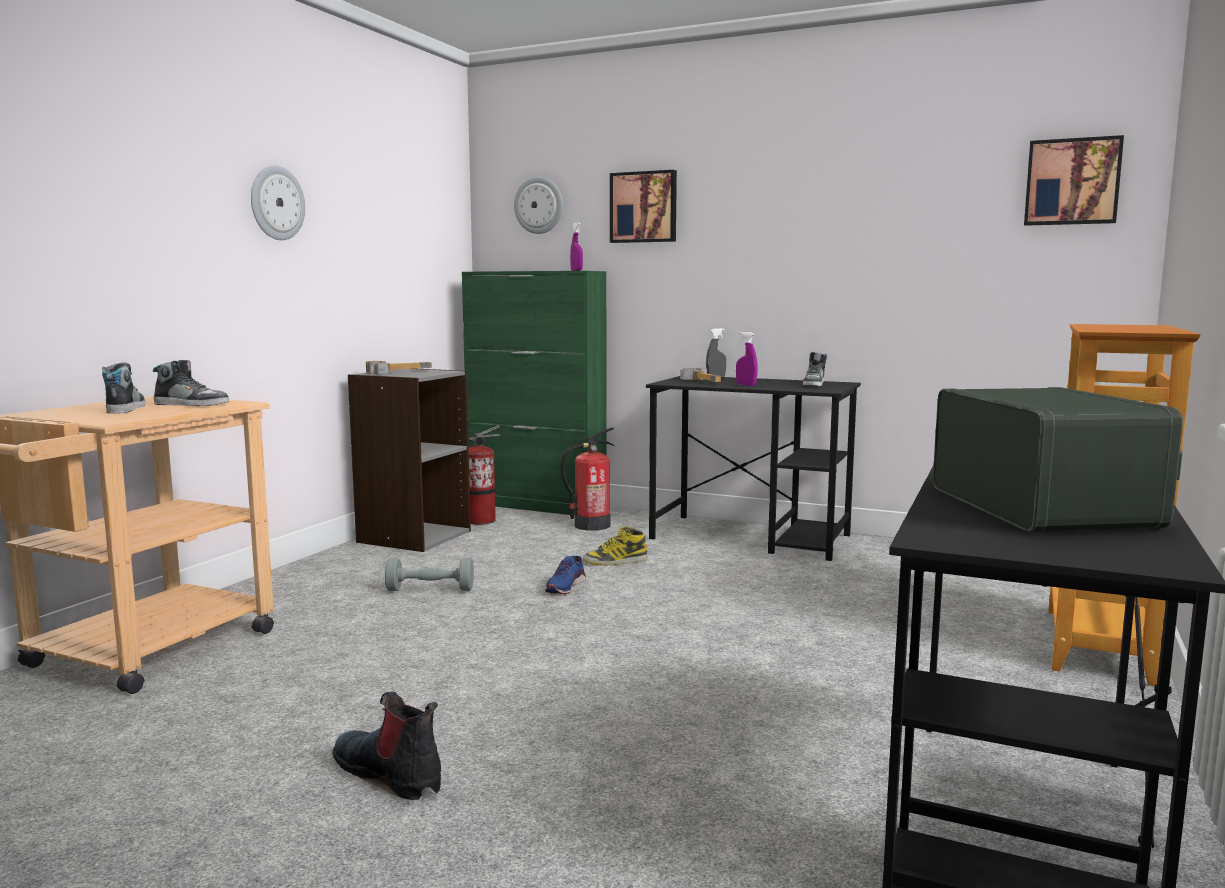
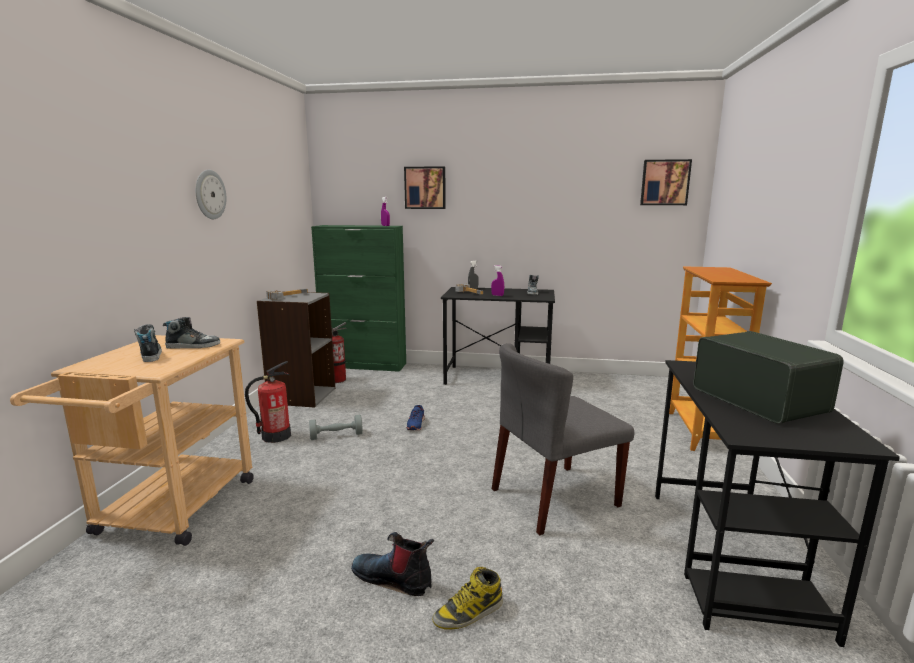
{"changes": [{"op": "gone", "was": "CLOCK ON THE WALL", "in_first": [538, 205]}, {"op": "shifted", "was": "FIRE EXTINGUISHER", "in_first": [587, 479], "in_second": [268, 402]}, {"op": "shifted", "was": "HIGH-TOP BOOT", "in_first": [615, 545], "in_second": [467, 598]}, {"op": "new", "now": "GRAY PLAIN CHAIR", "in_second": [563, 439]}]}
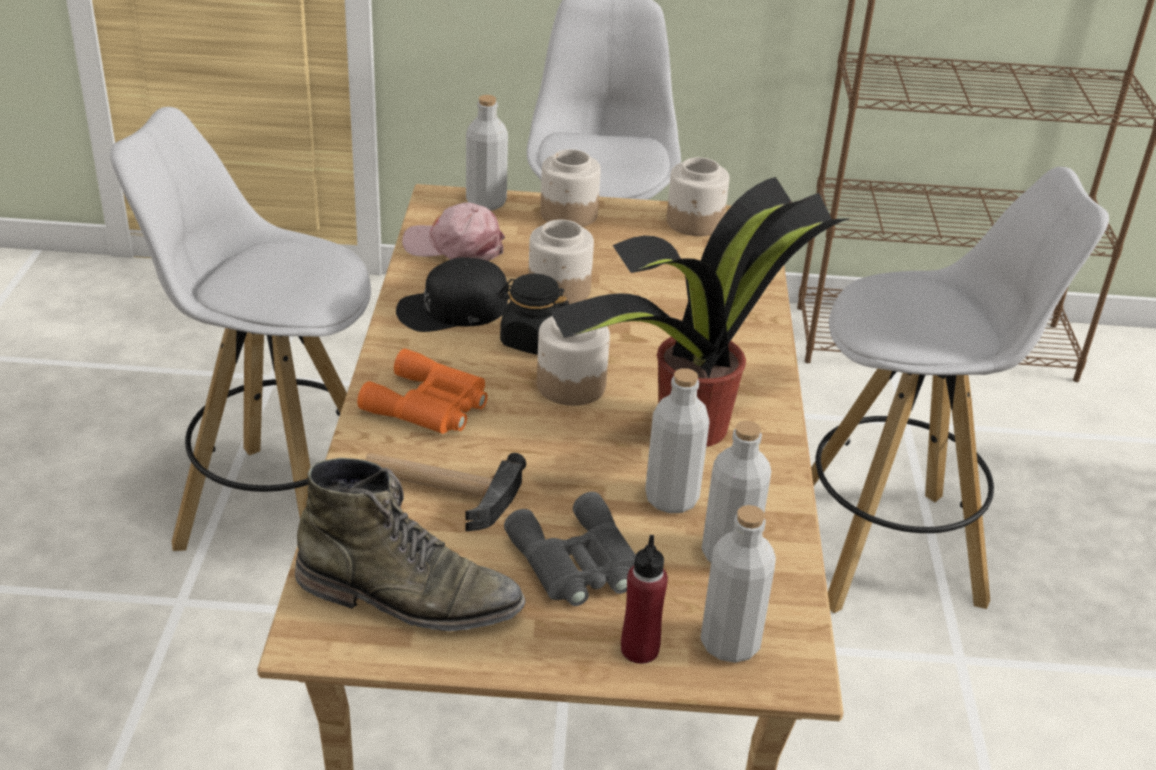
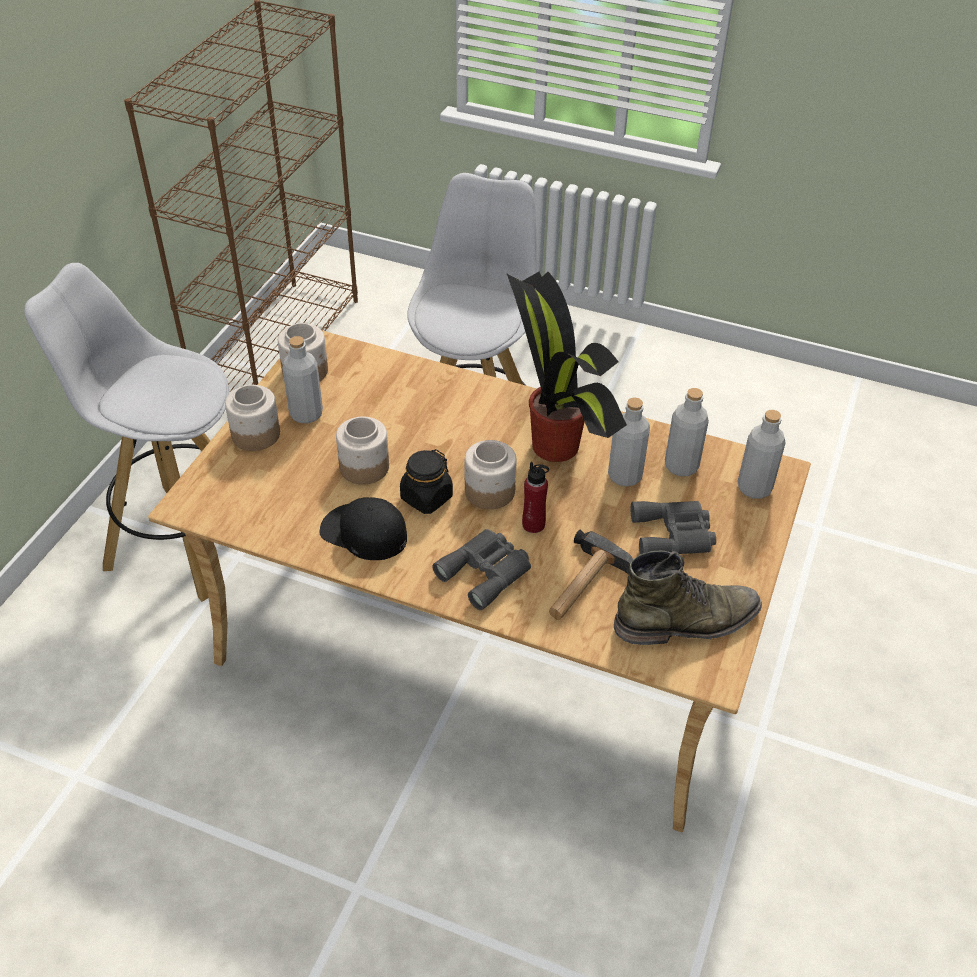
{"changes": [{"op": "gone", "was": "WHITE-COLOURED SITTING STOOL", "in_first": [240, 329]}, {"op": "rotated", "was": "GREENISH HIGH-TOP BOOT", "in_first": [410, 544], "in_second": [688, 598], "clockwise": 45}, {"op": "repainted", "was": "ORANGE-COLOURED FIELD GLASSES", "now": "GRAY FIELD GLASSES", "in_first": [422, 391], "in_second": [481, 569]}, {"op": "rotated", "was": "BLACKISH BASEBALL CAP", "in_first": [452, 294], "in_second": [363, 529], "clockwise": 120}, {"op": "gone", "was": "PINKISH BASEBALL CAP", "in_first": [453, 231]}, {"op": "shifted", "was": "GRAY BEVERAGE BOTTLE", "in_first": [487, 153], "in_second": [302, 379]}, {"op": "shifted", "was": "REDDISH BEVERAGE BOTTLE", "in_first": [644, 599], "in_second": [535, 497]}]}
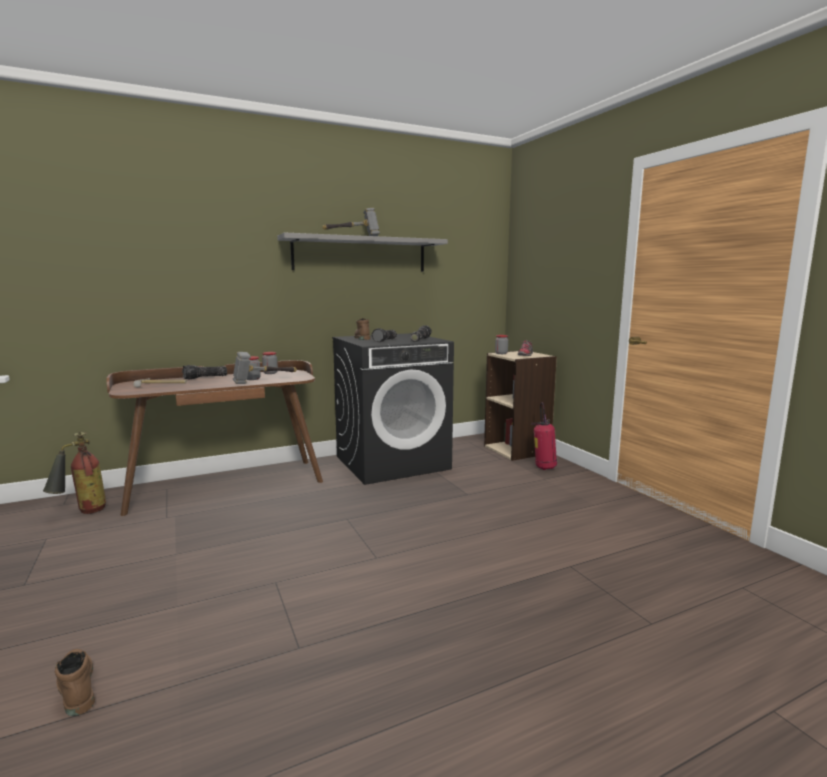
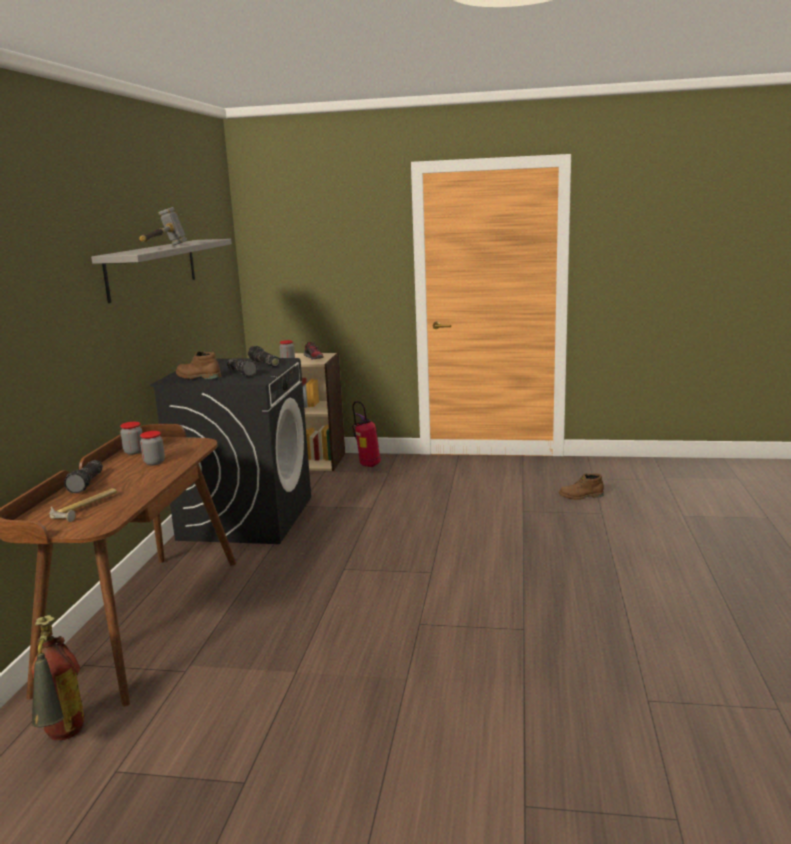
{"changes": [{"op": "shifted", "was": "BROWN HIGH-TOP BOOT", "in_first": [75, 682], "in_second": [581, 486]}, {"op": "gone", "was": "HAND HAMMER", "in_first": [265, 368]}]}
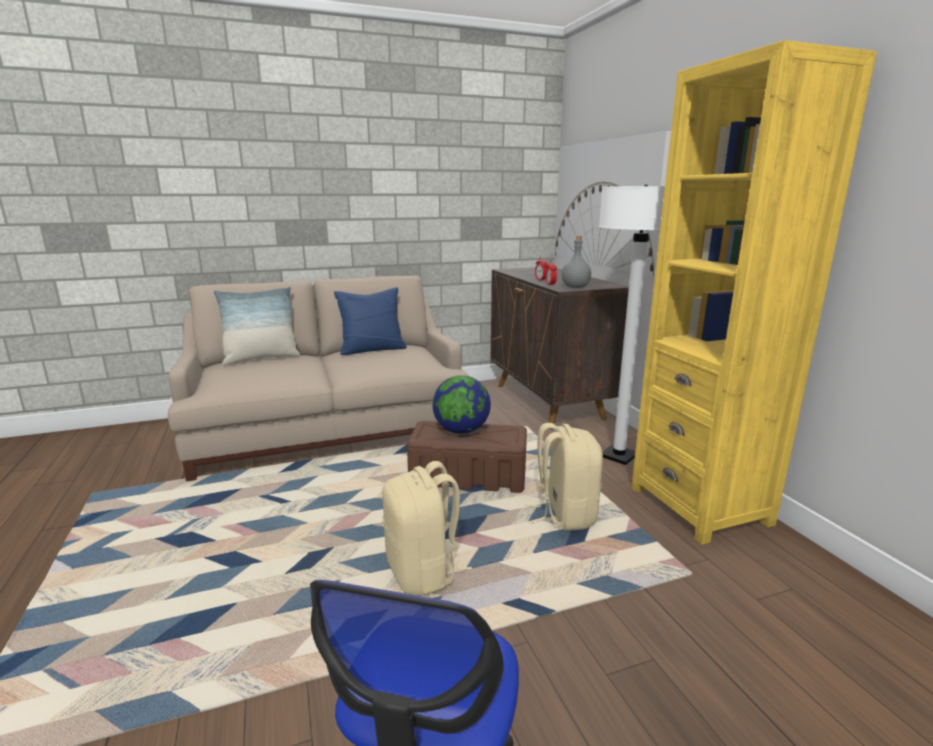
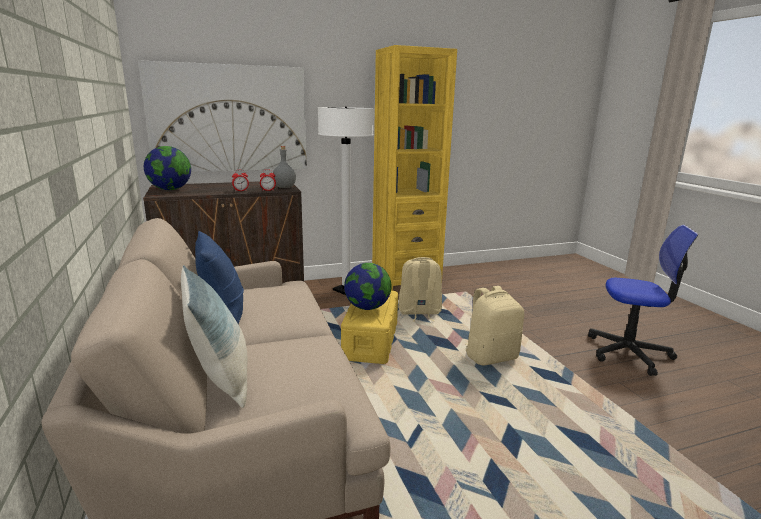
{"changes": [{"op": "repainted", "was": "BROWN STORAGE CONTAINER", "now": "YELLOW-COLOURED STORAGE CONTAINER", "in_first": [467, 457], "in_second": [369, 327]}, {"op": "new", "now": "WORLD GLOBE", "in_second": [167, 168]}]}
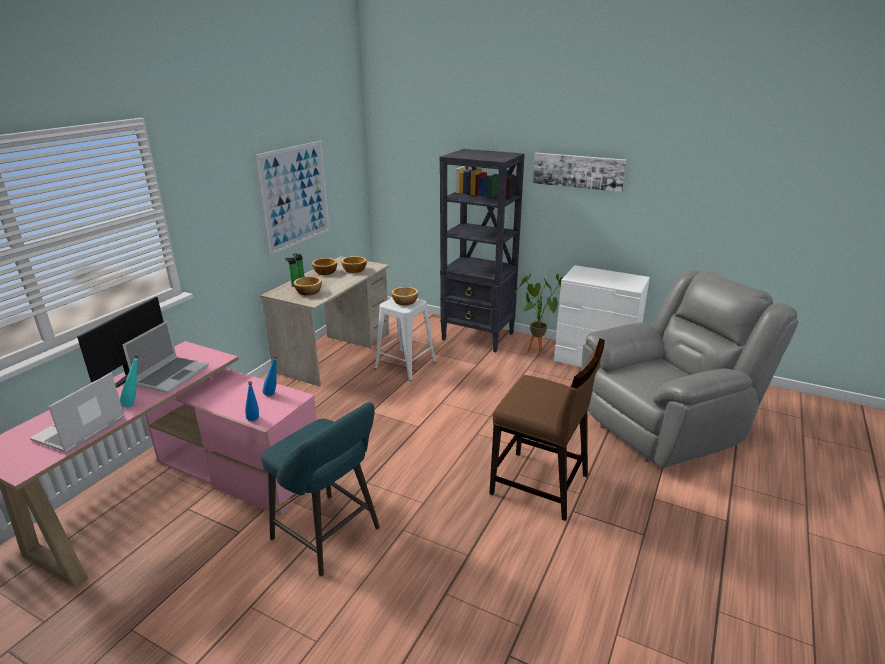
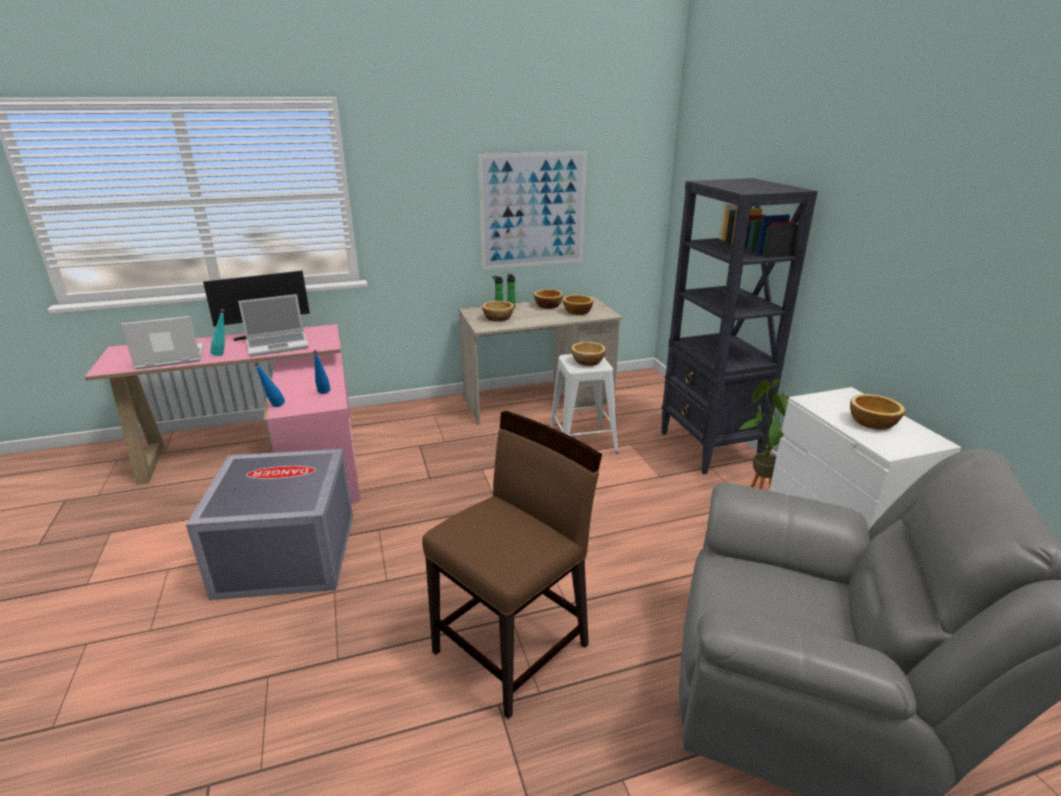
{"changes": [{"op": "swapped", "was": "BLUE-GREEN SITTING STOOL", "now": "GRAY STORAGE CONTAINER", "in_first": [320, 489], "in_second": [269, 524]}, {"op": "rotated", "was": "BROWN PLAIN CHAIR", "in_first": [547, 429], "in_second": [512, 565], "clockwise": -120}, {"op": "gone", "was": "PICTURE", "in_first": [580, 172]}, {"op": "new", "now": "DEEP DISH", "in_second": [877, 412]}]}
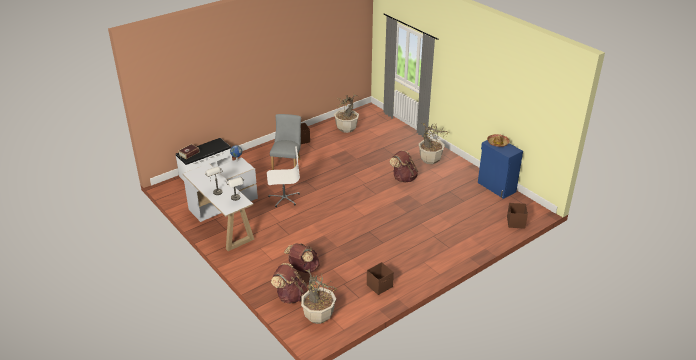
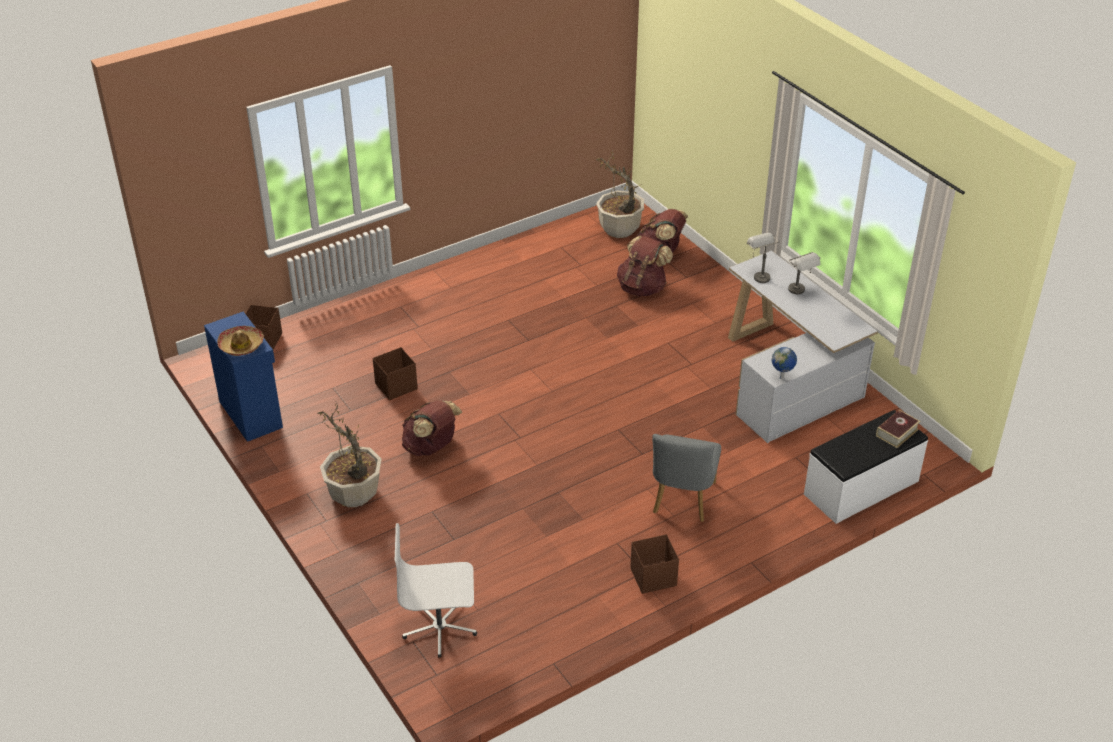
{"changes": [{"op": "shifted", "was": "WHITE-COLOURED DESK CHAIR", "in_first": [283, 176], "in_second": [436, 590]}, {"op": "gone", "was": "HOUSEPLANT", "in_first": [346, 112]}, {"op": "shifted", "was": "BROWN STORAGE CONTAINER", "in_first": [380, 278], "in_second": [395, 373]}]}
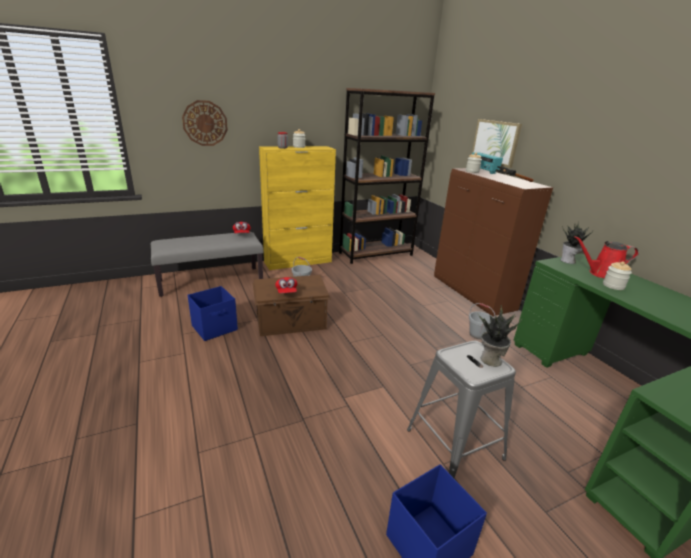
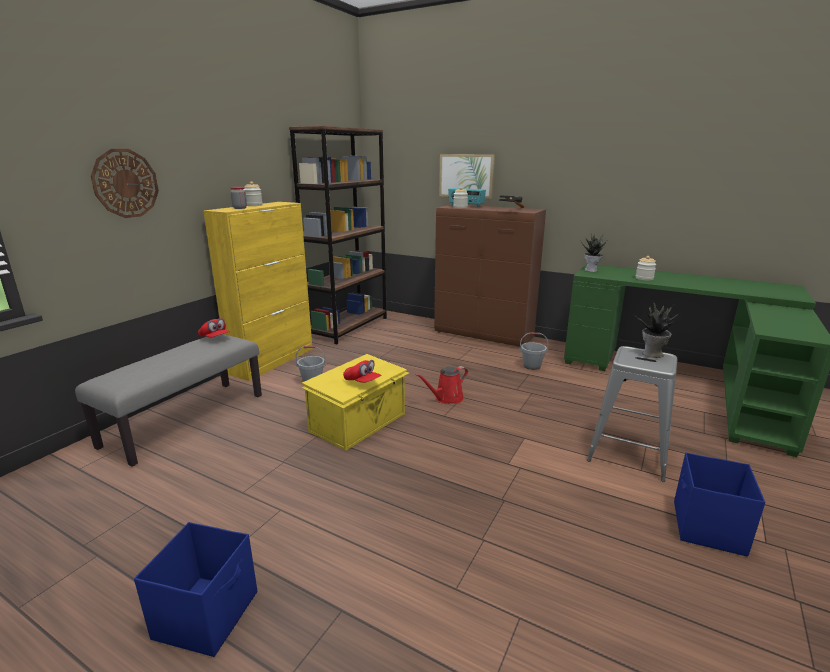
{"changes": [{"op": "shifted", "was": "BLUE STORAGE CONTAINER", "in_first": [213, 313], "in_second": [195, 589]}, {"op": "repainted", "was": "BROWN STORAGE CONTAINER", "now": "YELLOW-COLOURED STORAGE CONTAINER", "in_first": [292, 305], "in_second": [355, 402]}, {"op": "shifted", "was": "REDDISH SPRINKLING CAN", "in_first": [607, 257], "in_second": [441, 385]}]}
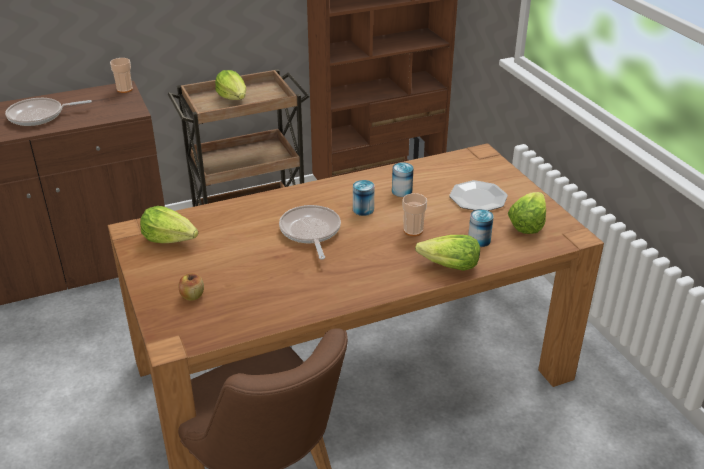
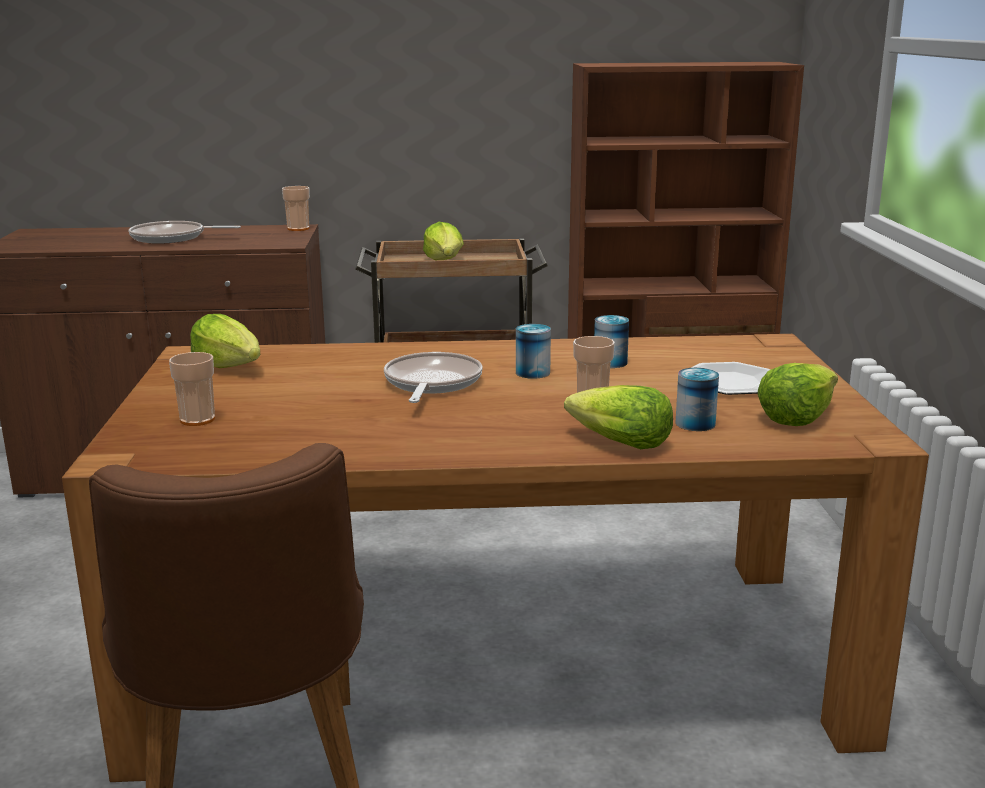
{"changes": [{"op": "swapped", "was": "APPLE FRUIT", "now": "SMALL CUP", "in_first": [191, 287], "in_second": [192, 389]}]}
